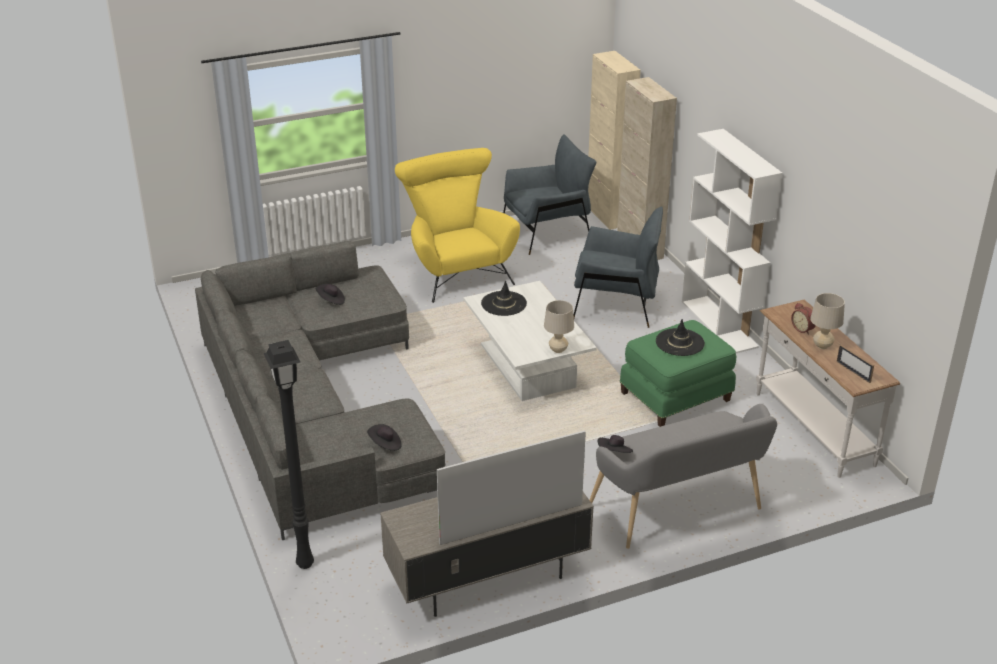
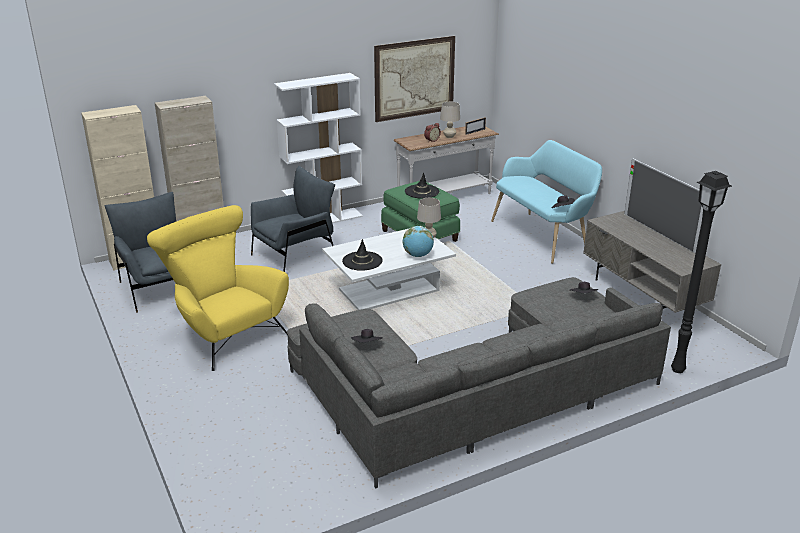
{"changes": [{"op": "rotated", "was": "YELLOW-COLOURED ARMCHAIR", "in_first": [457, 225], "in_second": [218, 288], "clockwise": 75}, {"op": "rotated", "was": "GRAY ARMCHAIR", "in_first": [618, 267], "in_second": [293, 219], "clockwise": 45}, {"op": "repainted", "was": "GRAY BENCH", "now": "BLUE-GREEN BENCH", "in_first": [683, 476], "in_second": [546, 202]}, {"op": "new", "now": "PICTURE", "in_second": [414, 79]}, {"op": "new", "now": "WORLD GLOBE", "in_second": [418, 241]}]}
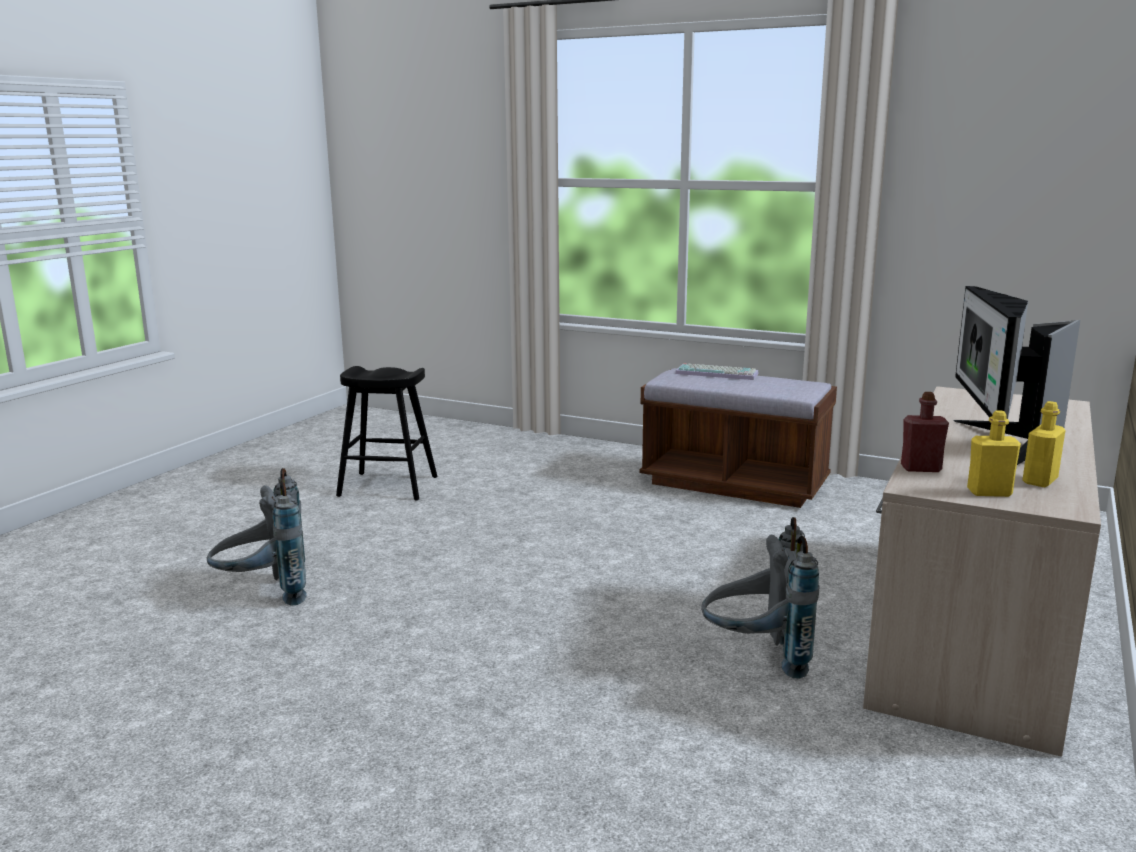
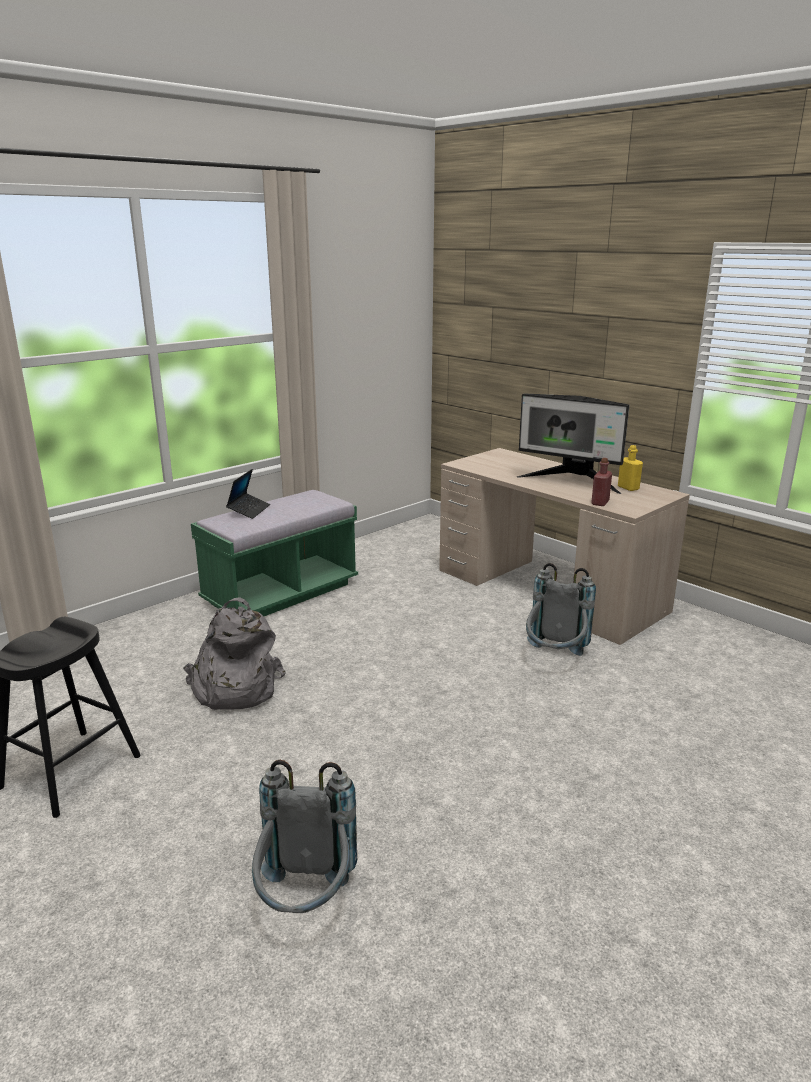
{"changes": [{"op": "repainted", "was": "BROWN BENCH", "now": "GREENISH BENCH", "in_first": [738, 438], "in_second": [274, 553]}, {"op": "swapped", "was": "KEYBOARD", "now": "NOTEBOOK COMPUTER", "in_first": [717, 371], "in_second": [248, 494]}, {"op": "gone", "was": "YELLOW-COLOURED BEVERAGE BOTTLE", "in_first": [994, 453]}, {"op": "new", "now": "GRAY RUCKSACK", "in_second": [234, 653]}]}
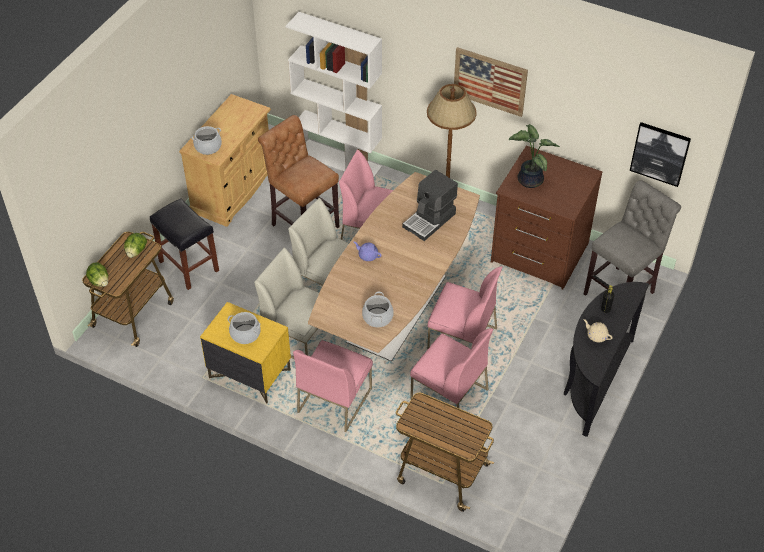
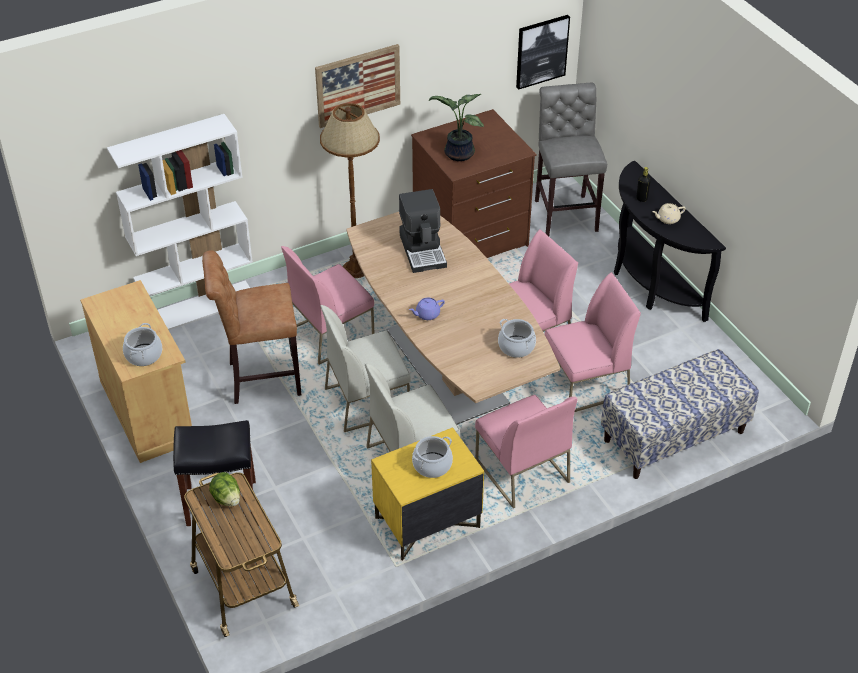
{"changes": [{"op": "gone", "was": "HEAD OF LETTUCE", "in_first": [97, 274]}, {"op": "swapped", "was": "TROLLEY", "now": "BENCH", "in_first": [445, 452], "in_second": [680, 414]}]}
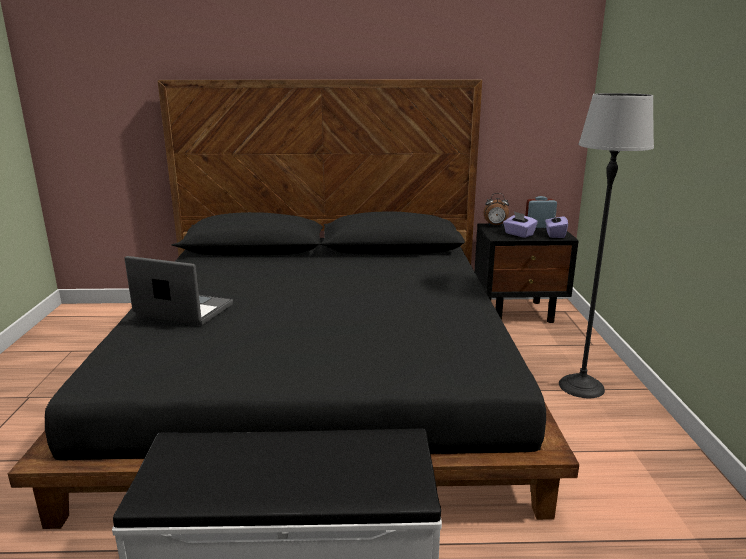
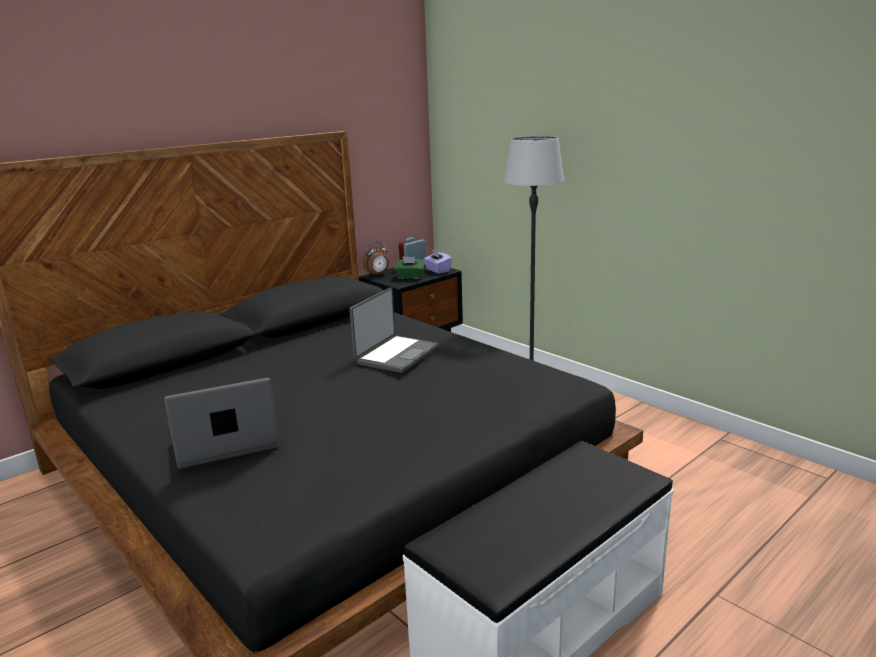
{"changes": [{"op": "repainted", "was": "PURPLISH TISSUE HOLDER", "now": "GREENISH TISSUE HOLDER", "in_first": [520, 225], "in_second": [409, 267]}, {"op": "new", "now": "NOTEBOOK COMPUTER", "in_second": [394, 330]}]}
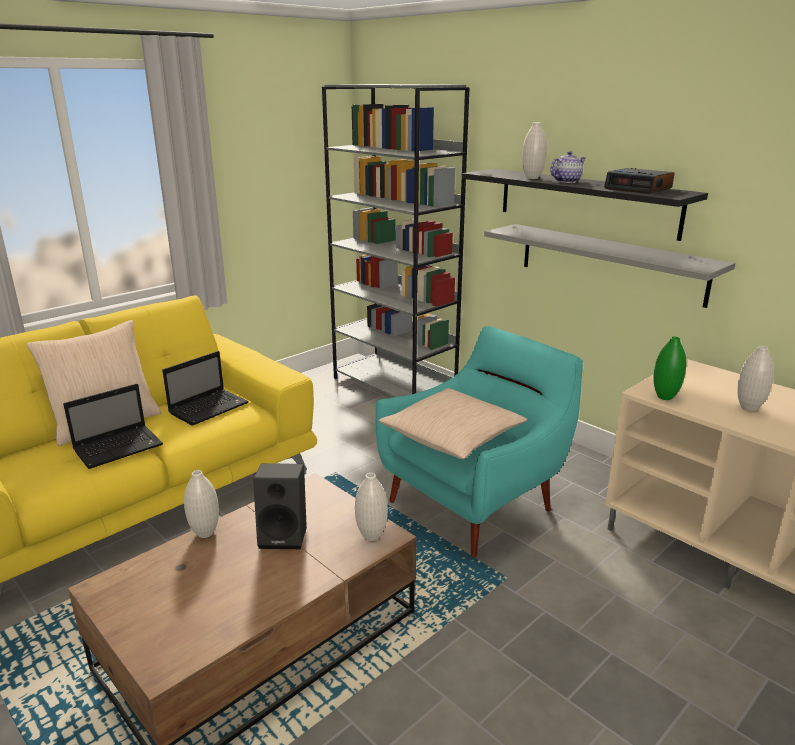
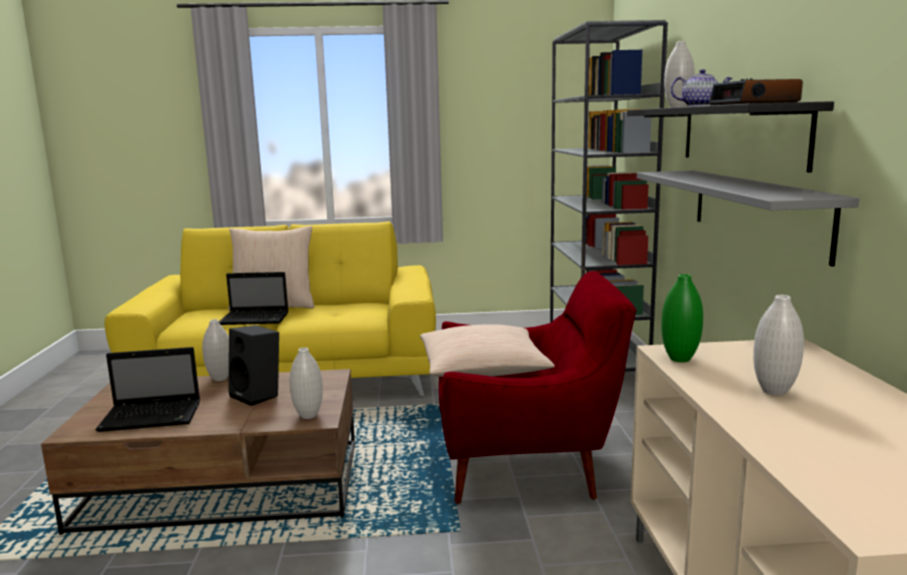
{"changes": [{"op": "shifted", "was": "NOTEBOOK COMPUTER", "in_first": [205, 388], "in_second": [147, 389]}, {"op": "repainted", "was": "BLUE-GREEN ARMCHAIR", "now": "REDDISH ARMCHAIR", "in_first": [479, 442], "in_second": [537, 387]}]}
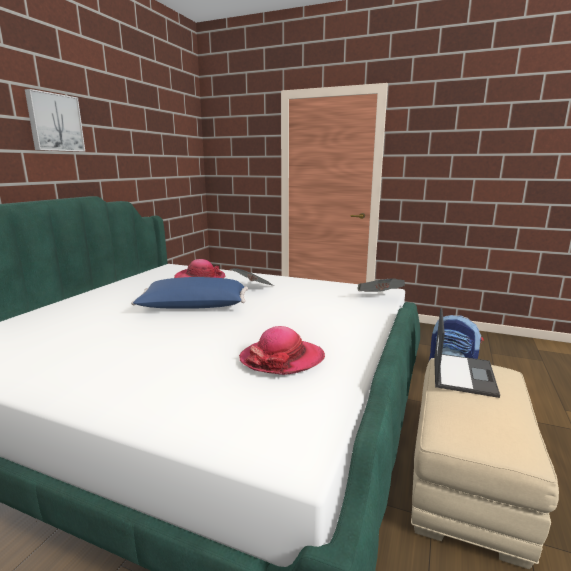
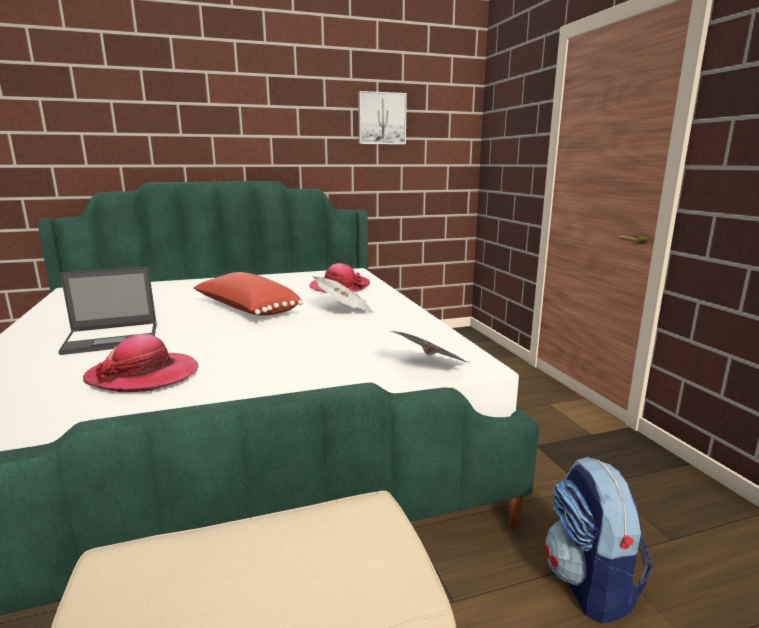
{"changes": [{"op": "shifted", "was": "PICTURE", "in_first": [55, 120], "in_second": [382, 118]}, {"op": "repainted", "was": "BLUE THROW PILLOW", "now": "REDDISH THROW PILLOW", "in_first": [189, 293], "in_second": [248, 294]}, {"op": "shifted", "was": "NOTEBOOK COMPUTER", "in_first": [467, 353], "in_second": [107, 311]}]}
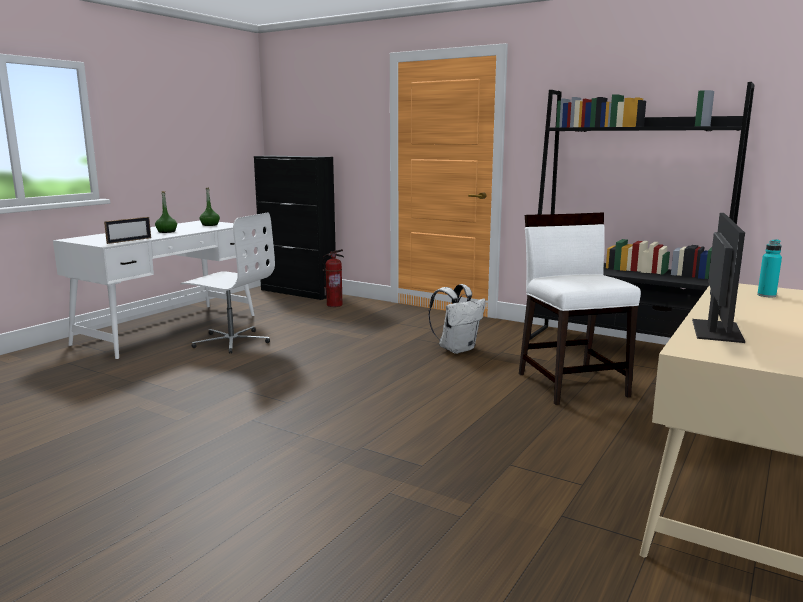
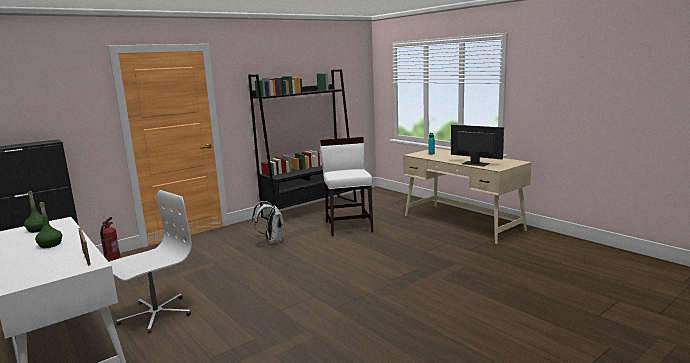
{"changes": [{"op": "rotated", "was": "WHITE-COLOURED PLAIN CHAIR", "in_first": [580, 308], "in_second": [346, 186], "clockwise": 75}]}
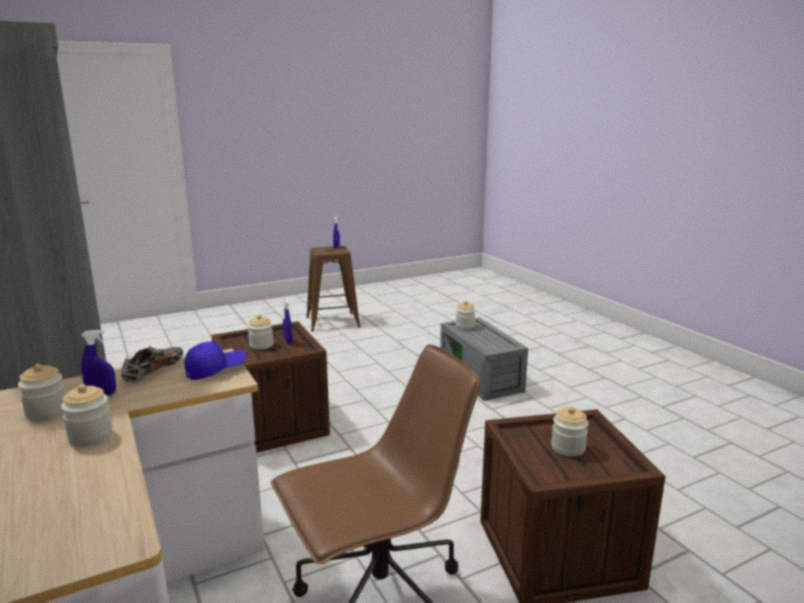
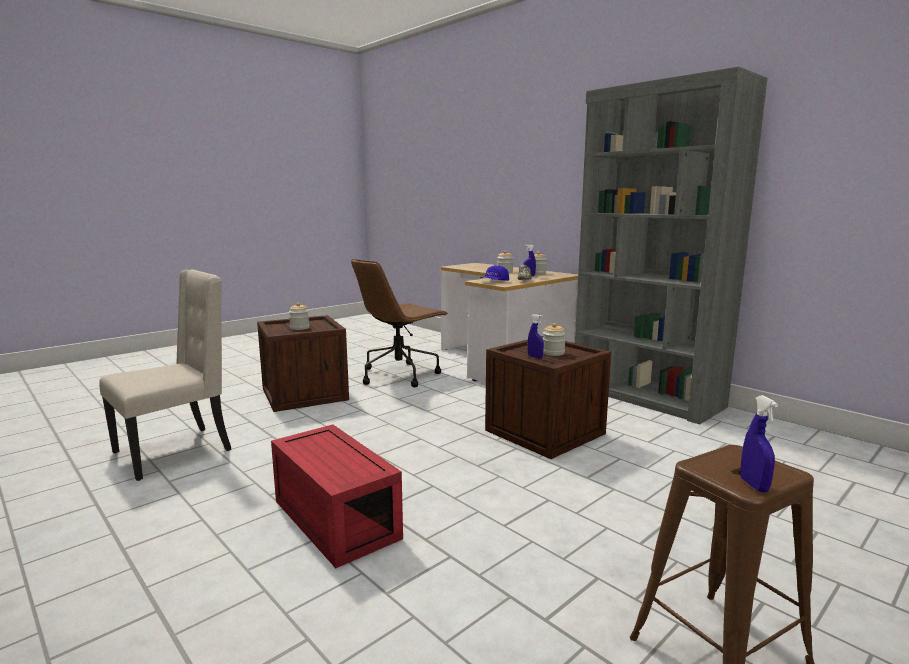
{"changes": [{"op": "repainted", "was": "GRAY STORAGE CONTAINER", "now": "REDDISH STORAGE CONTAINER", "in_first": [484, 359], "in_second": [337, 496]}, {"op": "gone", "was": "STORAGE JAR", "in_first": [466, 315]}, {"op": "new", "now": "BEIGE-COLOURED PLAIN CHAIR", "in_second": [165, 375]}]}
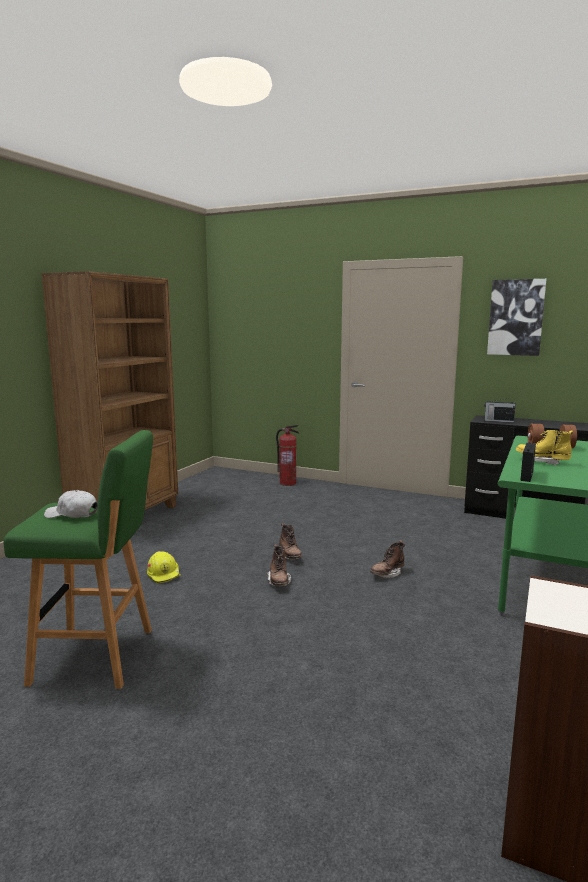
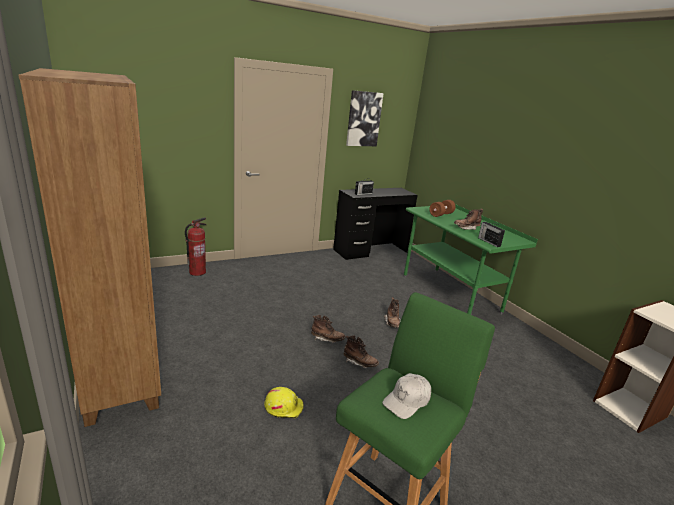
{"changes": [{"op": "repainted", "was": "YELLOW-COLOURED HIGH-TOP BOOT", "now": "BROWN HIGH-TOP BOOT", "in_first": [545, 447], "in_second": [468, 219]}]}
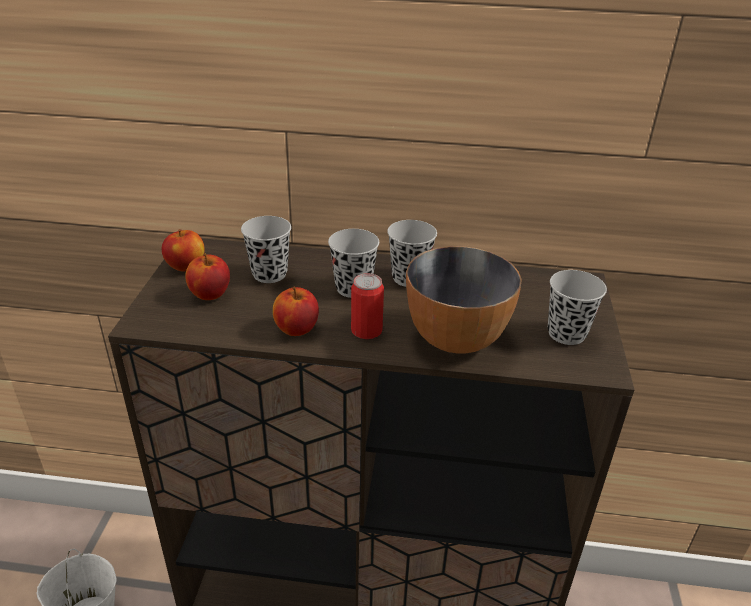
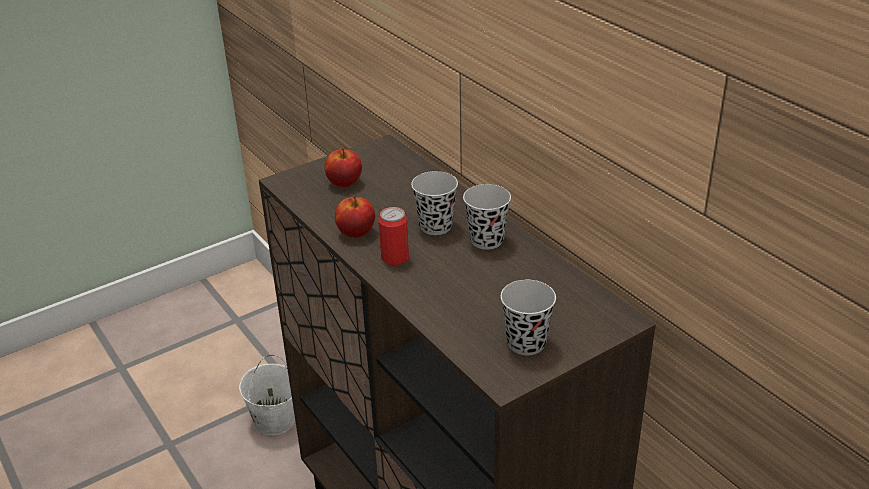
{"changes": [{"op": "gone", "was": "APPLE FRUIT", "in_first": [183, 250]}, {"op": "gone", "was": "BLACKISH SMALL CUP", "in_first": [266, 249]}, {"op": "gone", "was": "DEEP DISH", "in_first": [464, 300]}]}
